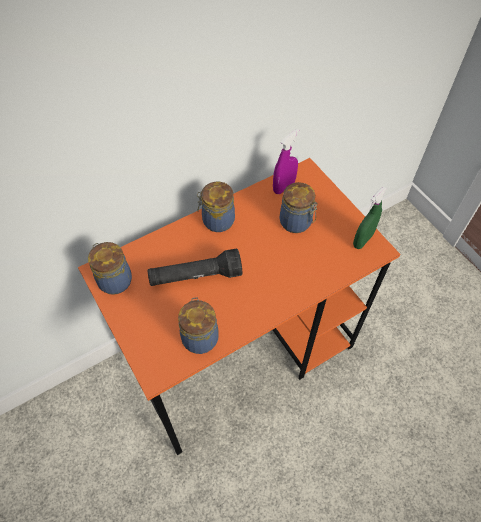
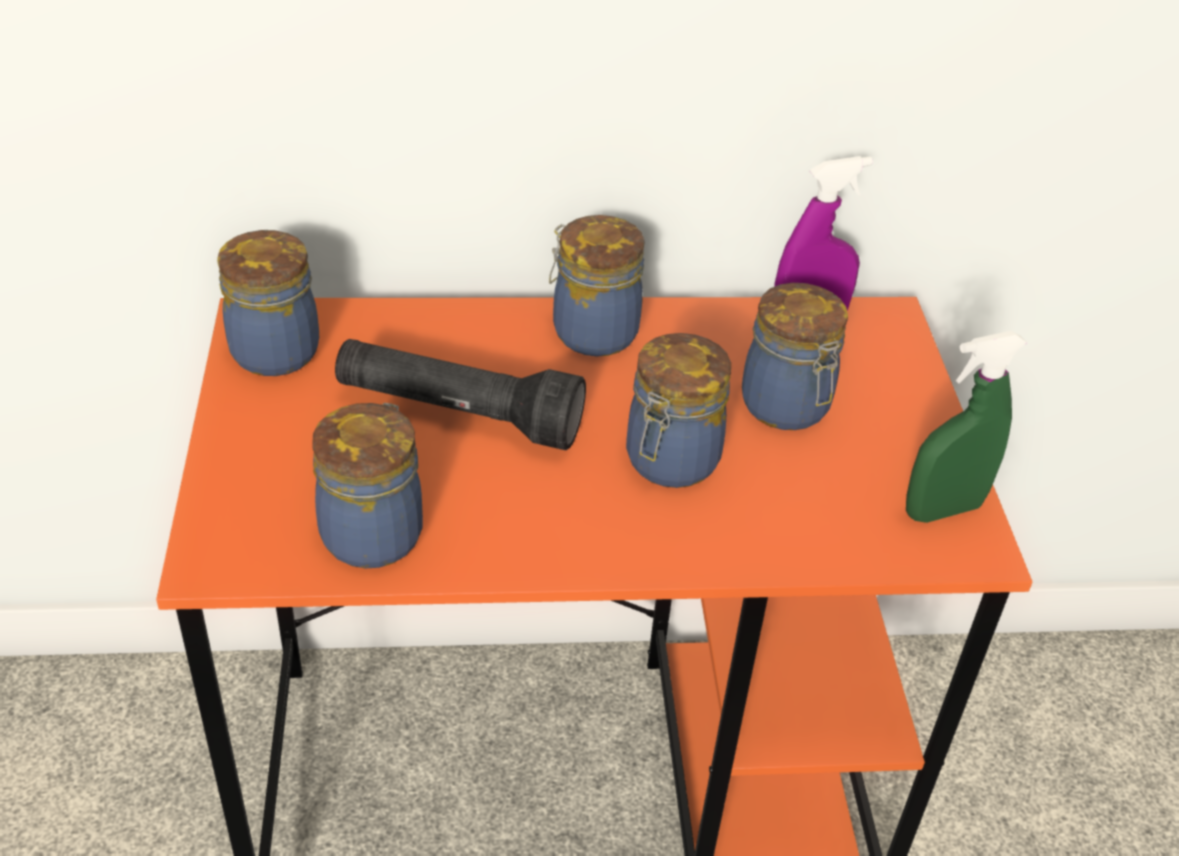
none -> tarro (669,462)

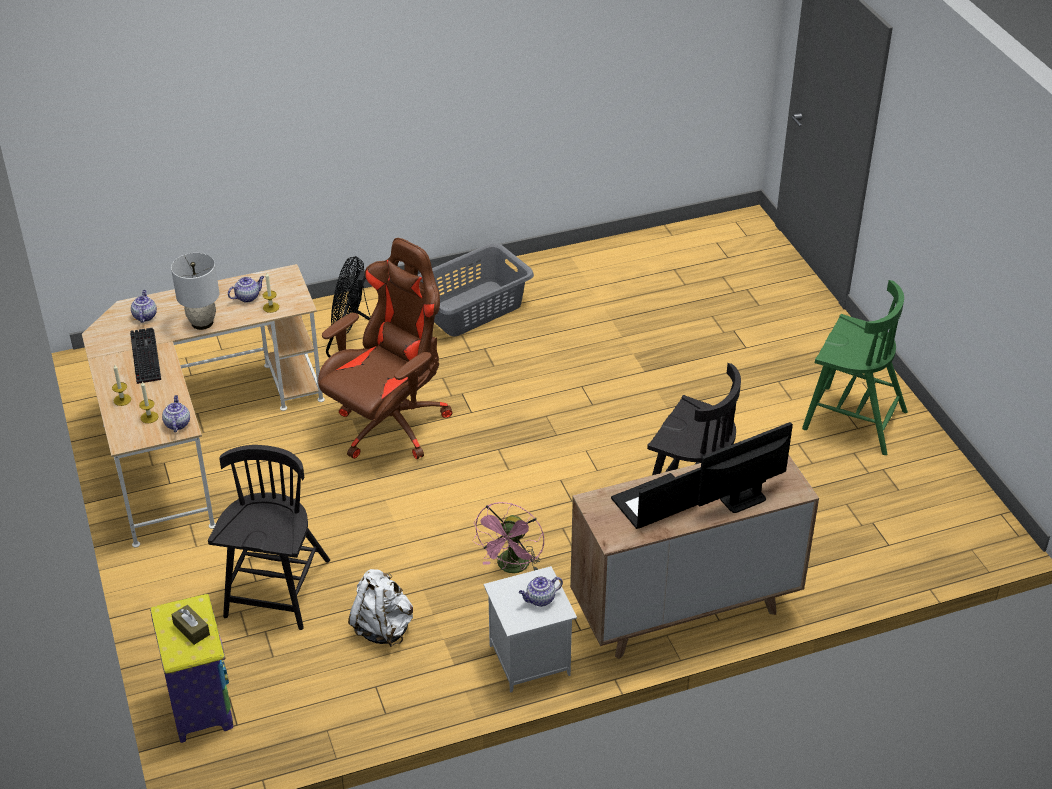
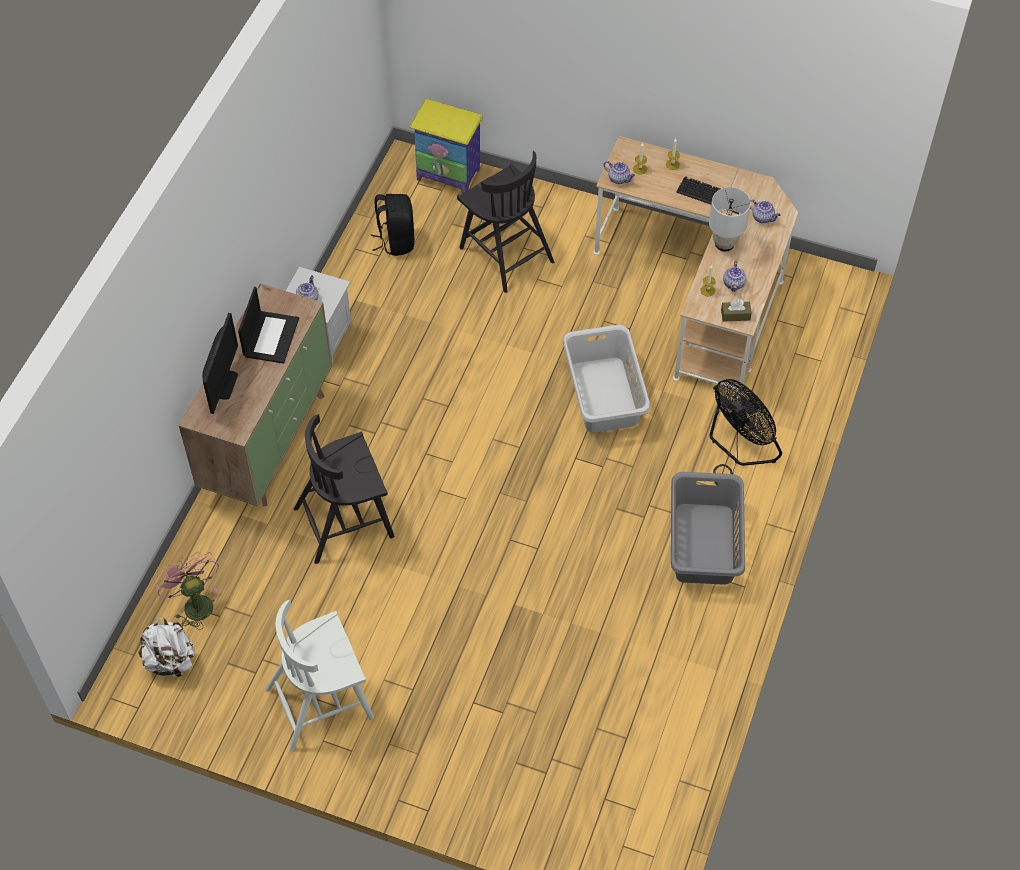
none -> mochila [negro] (396,241)
caja de pañuelos [marrón] (191,629) -> caja de pañuelos [marrón] (735,315), shifted
mochila [blanco] (383,628) -> mochila [blanco] (171,661), shifted
ventilador [rosa] (512,568) -> ventilador [rosa] (194,603), shifted
silla de oficina [marrón] (386,430) -> cesto de la ropa [gris] (603,395)
silla [verde] (852,419) -> silla [blanco] (322,702)

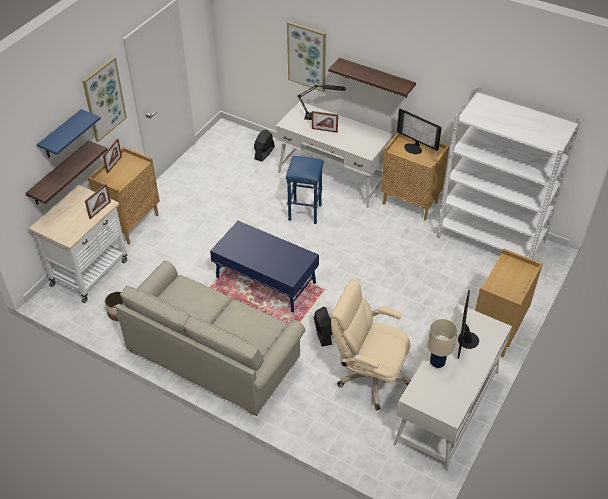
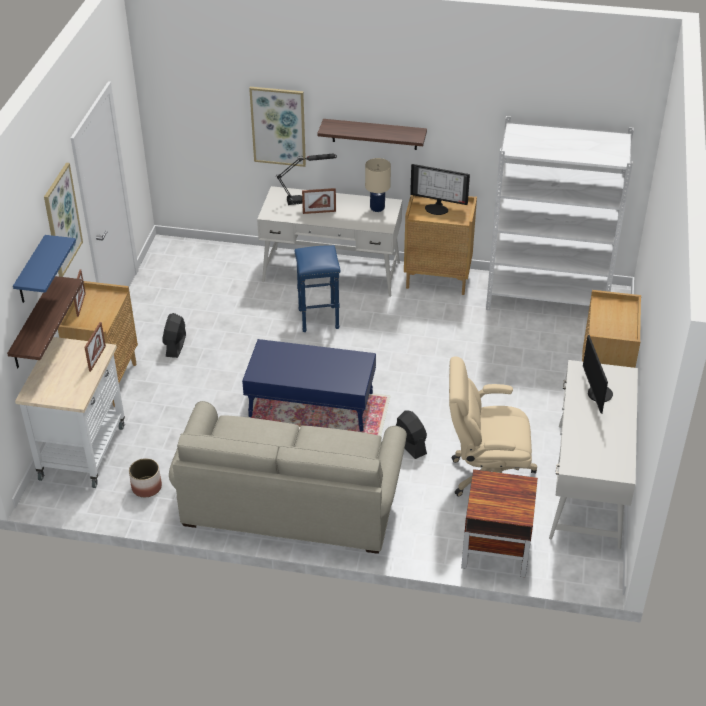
none -> mesita de noche (496,547)
ventilador [negro] (264,153) -> ventilador [negro] (175,345), shifted
lámpara de mesa [beis] (437,363) -> lámpara de mesa [beis] (377,209), shifted

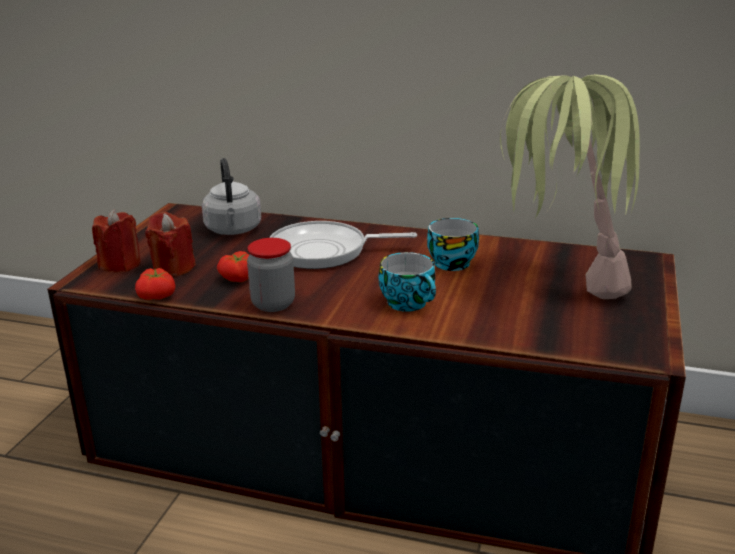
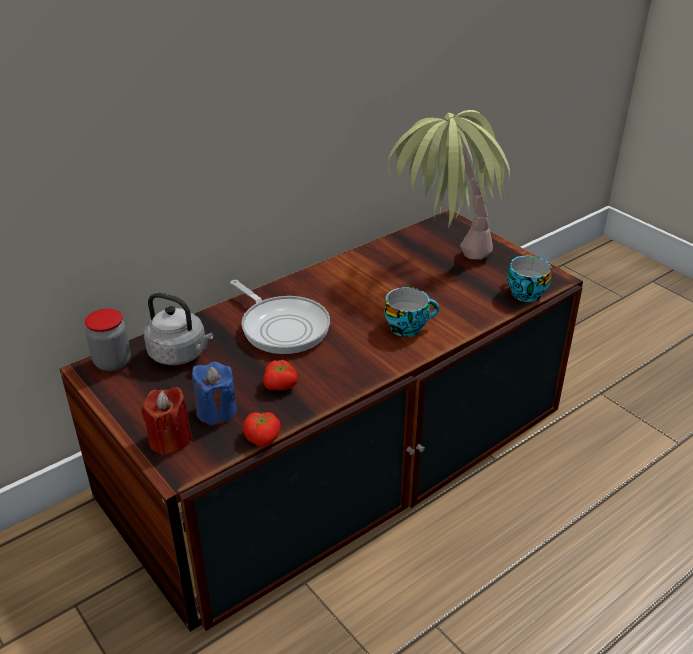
tarro (273,304) -> tarro (112,362), shifted
taza (452,262) -> taza (524,293), shifted
vela [rojo] (173,268) -> vela [azul] (216,412)
sartén (324,251) -> sartén (282,327), 75 degrees counterclockwise

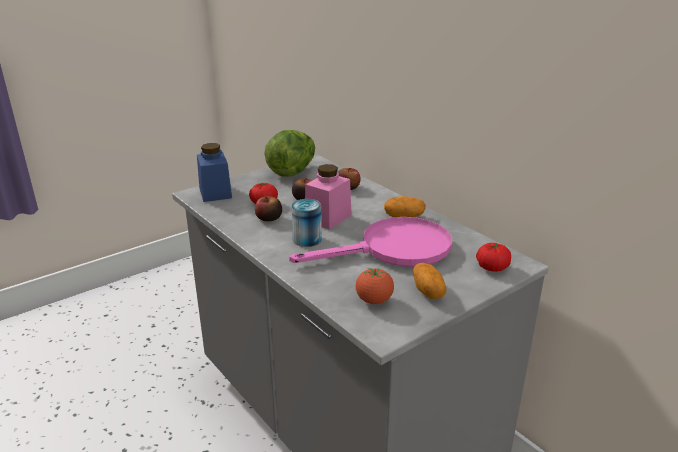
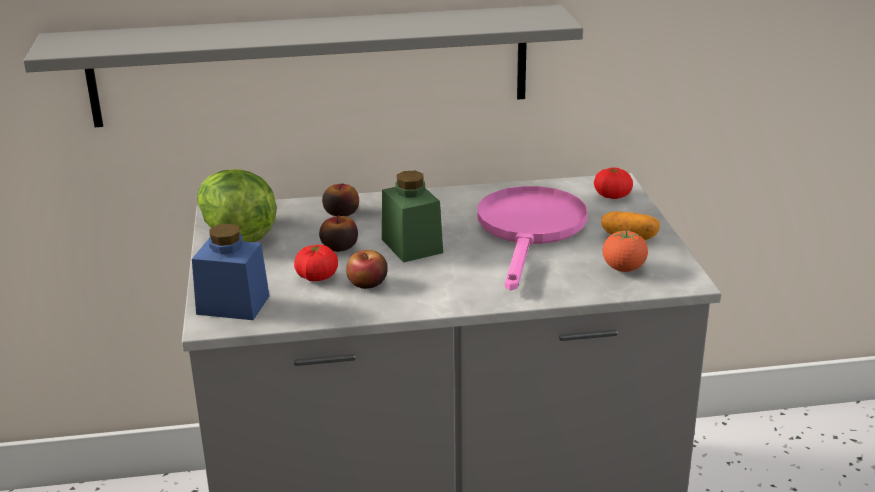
lata (307,239) -> none
patata (404,216) -> none
none -> estante [gris] (311,66)
tarro [rosa] (328,218) -> tarro [verde] (412,246)

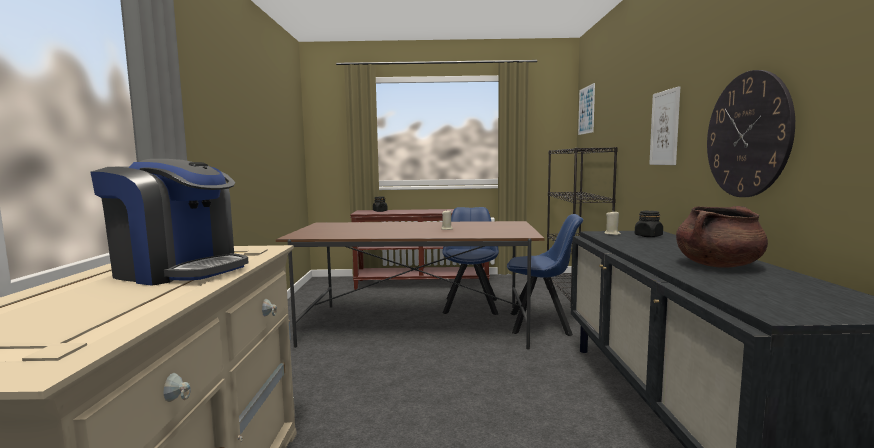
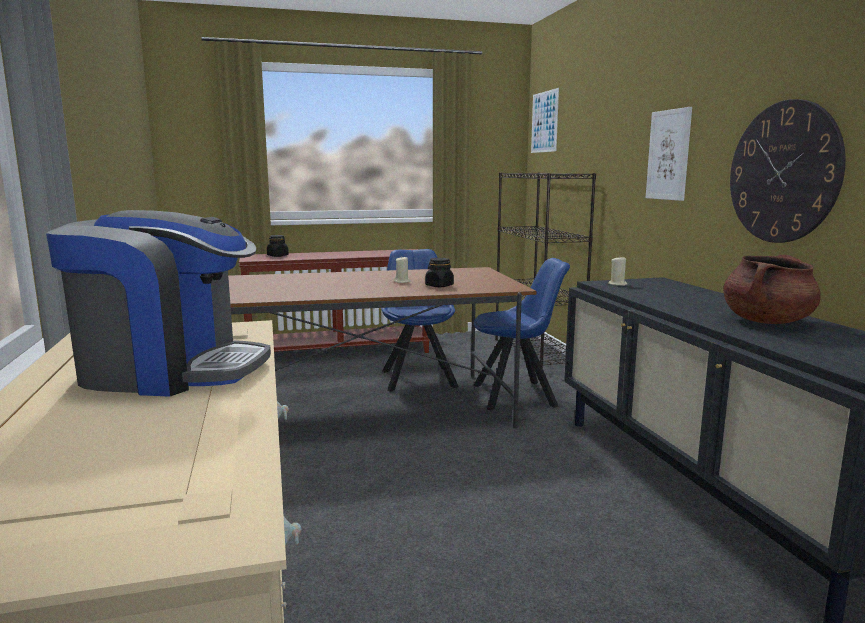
tarro [negro] (648,236) -> tarro [negro] (439,286), shifted

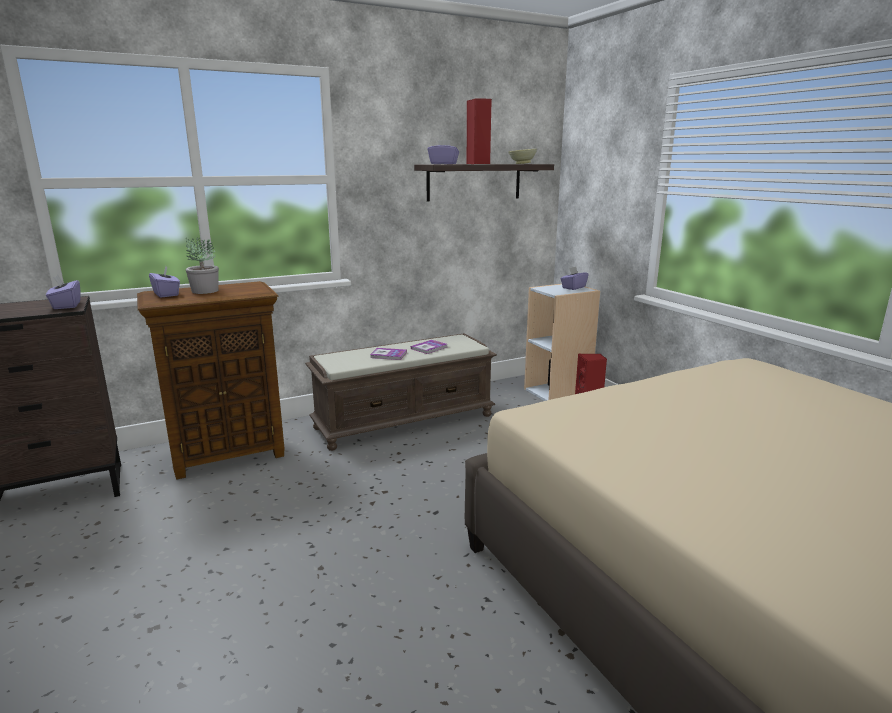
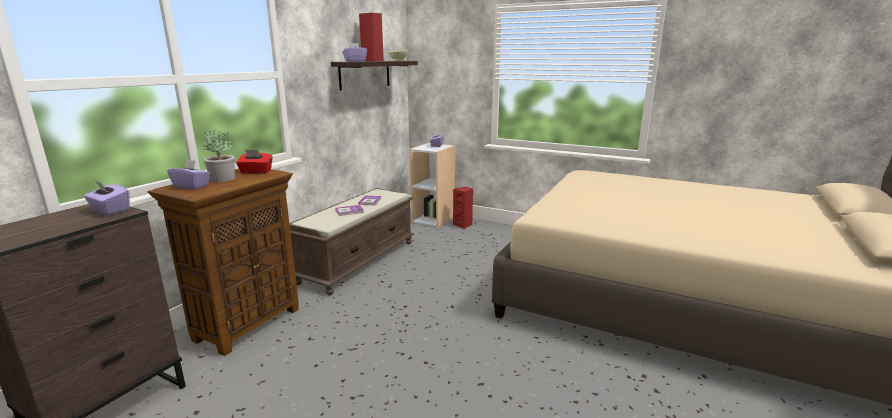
none -> caja de pañuelos [rojo] (256,172)

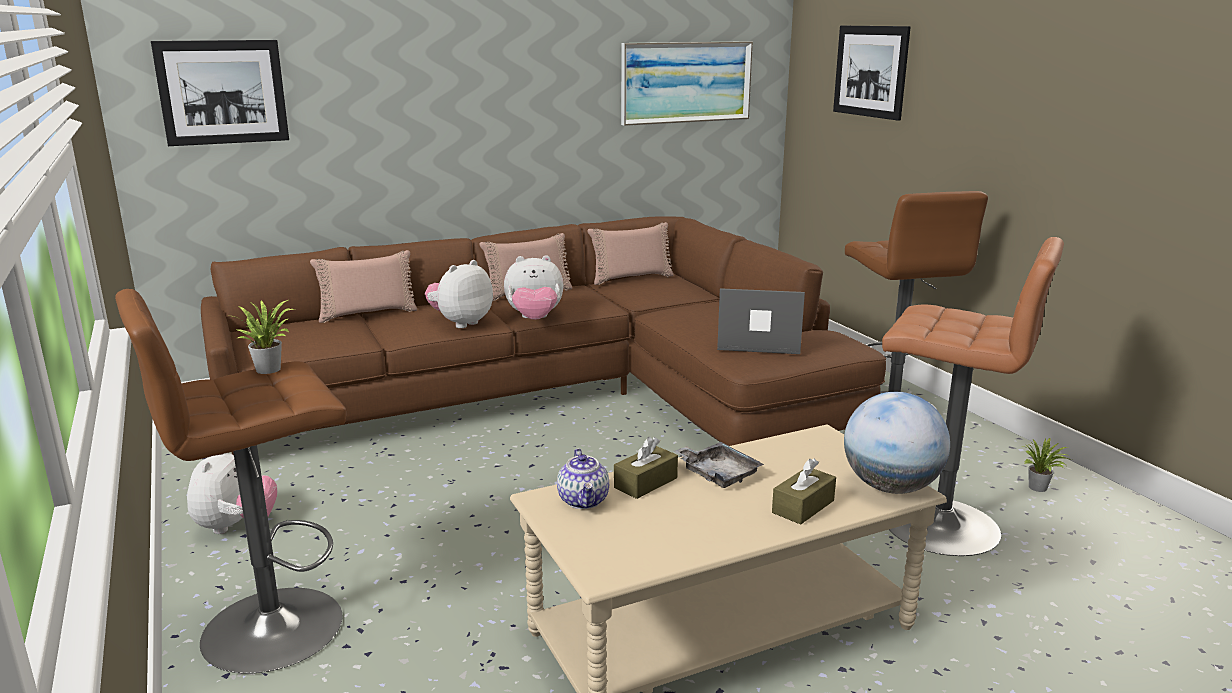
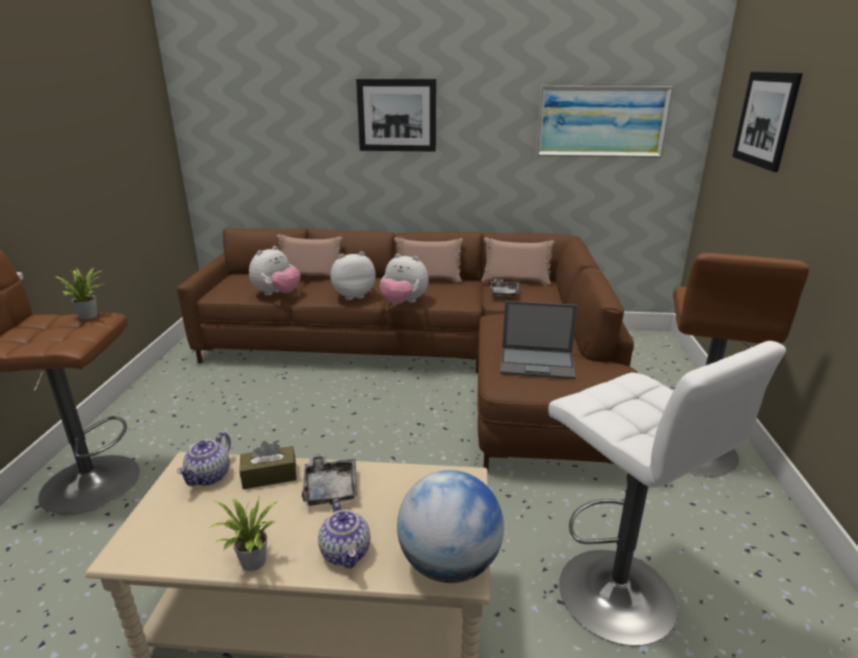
none -> bandeja [gris] (504,293)
cuadro (222,92) -> cuadro (397,115), shifted
peluche (236,526) -> peluche (277,294), shifted
planta en maceta (1039,489) -> planta en maceta (252,564), shifted
caja de pañuelos [marrón] (803,506) -> tetera (346,552)
taburete [marrón] (942,527) -> taburete [blanco] (616,596)
portátil (757,342) -> portátil (538,363), 150 degrees clockwise

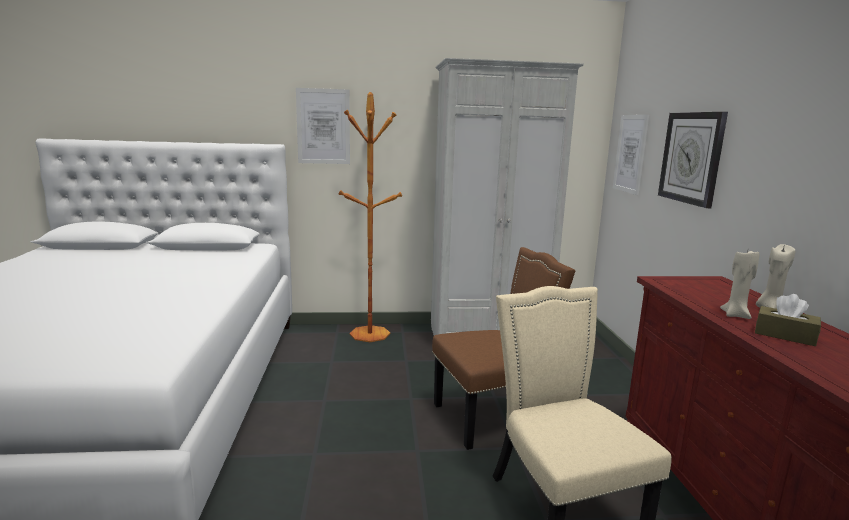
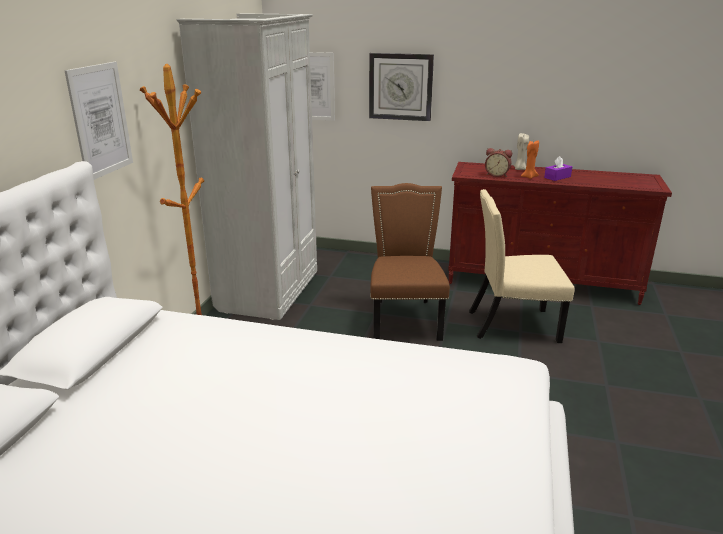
none -> despertador (497,175)
vela [beis] (736,315) -> vela [naranja] (528,177)
caja de pañuelos [marrón] (784,335) -> caja de pañuelos [morado] (557,177)

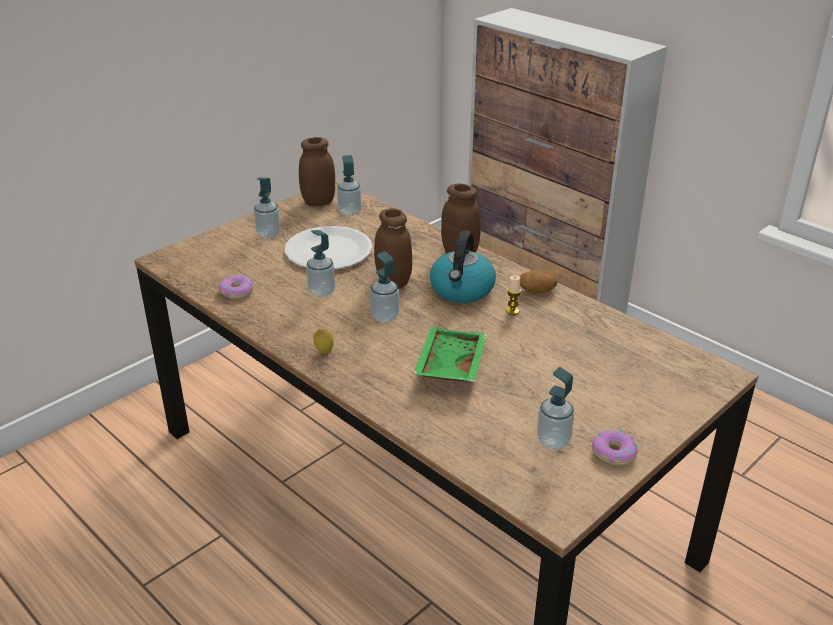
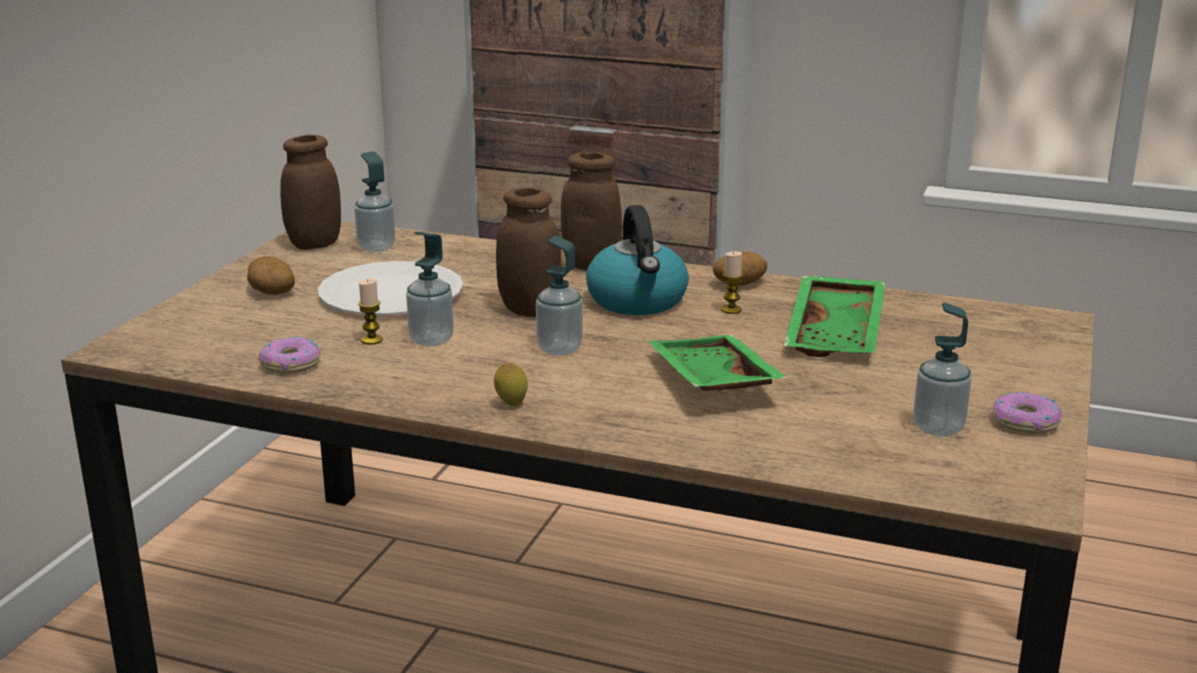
none -> vela (372,340)
none -> bandeja [verde] (838,333)
dispensador de jabón (268,234) -> patata (271,291)

